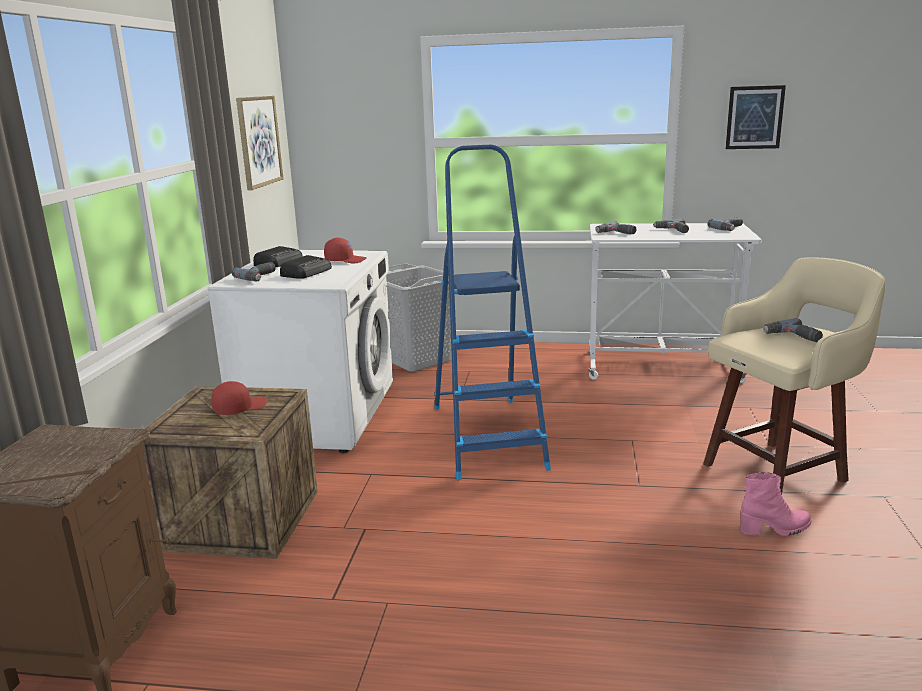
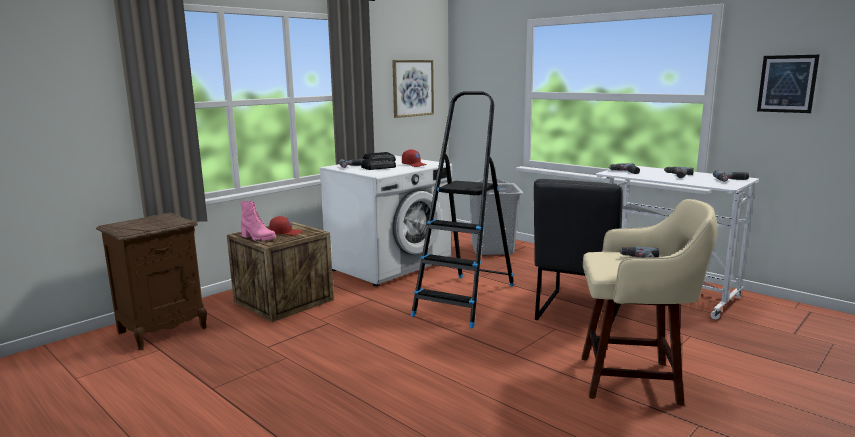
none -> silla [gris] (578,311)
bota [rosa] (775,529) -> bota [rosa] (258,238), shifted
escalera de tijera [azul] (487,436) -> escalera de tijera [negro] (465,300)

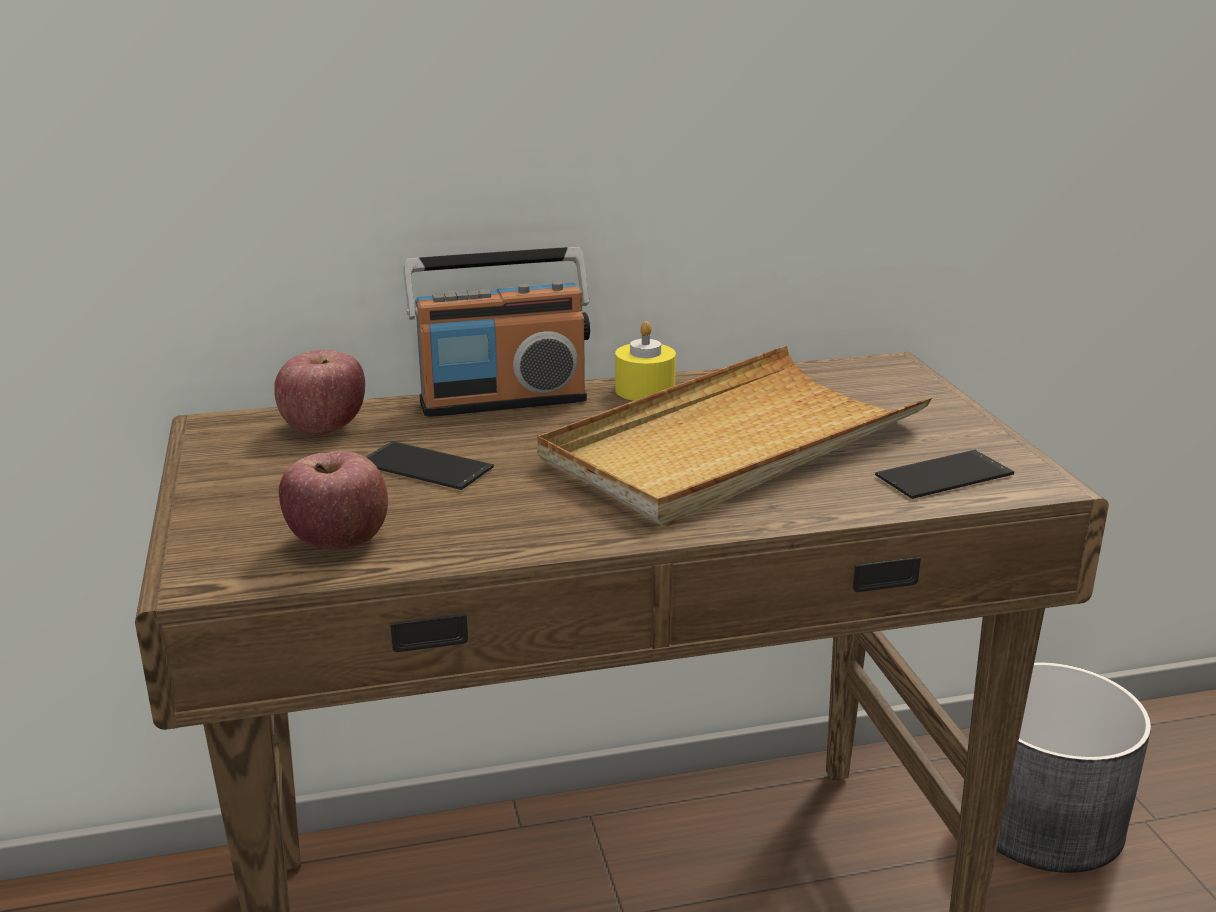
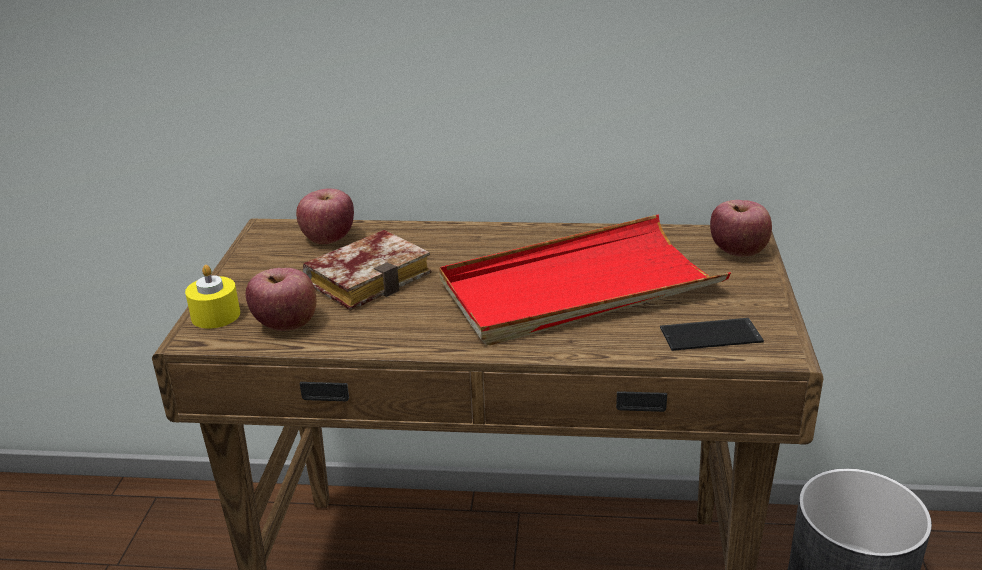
radio (502,401) -> none
none -> manzana (738,252)
vela [amarillo] (645,390) -> vela [amarillo] (215,315), shifted
móvil (425,466) -> libro (370,277)
bandeja [beis] (732,445) -> bandeja [rojo] (578,288)

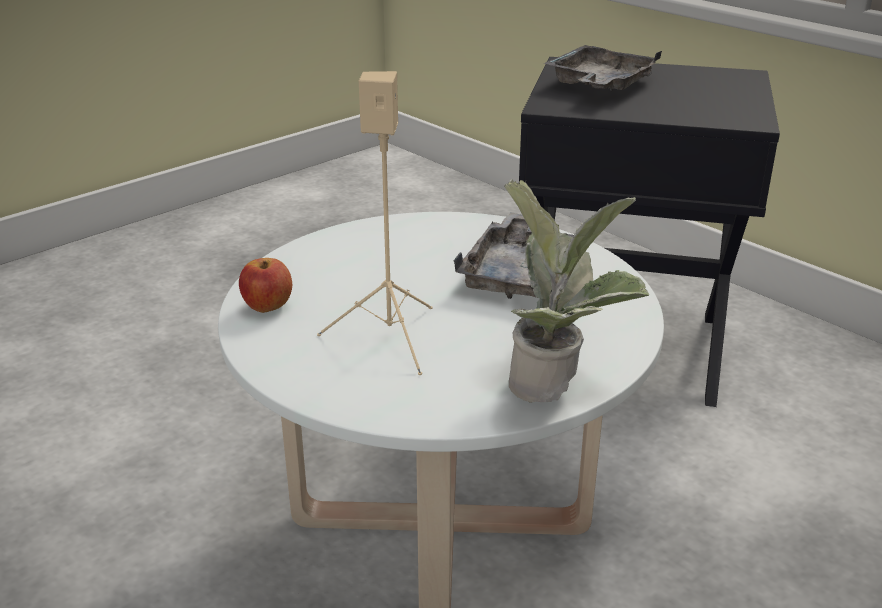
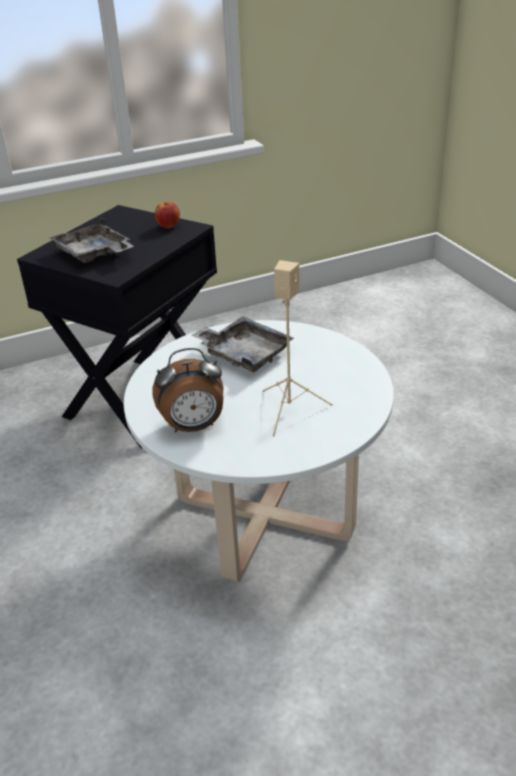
planta en maceta (558,385) -> none
none -> despertador (193,427)
manzana (267,307) -> manzana (169,226), shifted

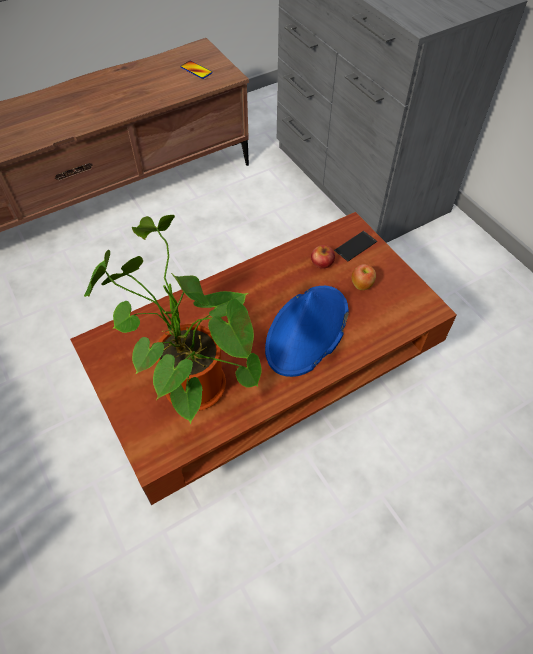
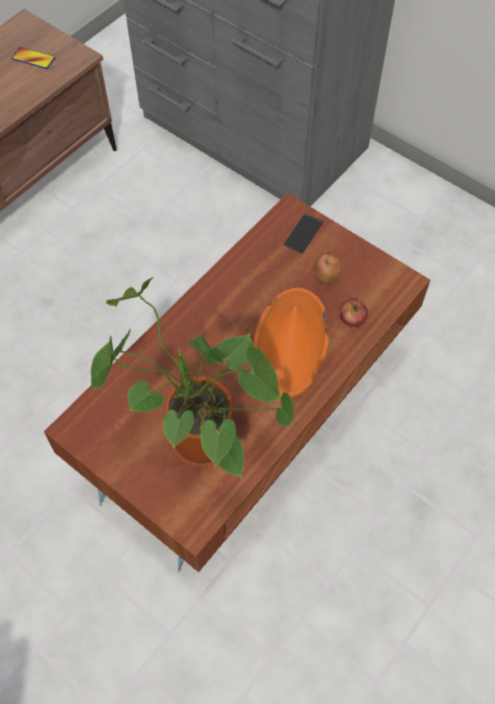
manzana (322,262) -> manzana (352,318), shifted
sombrero [azul] (307,331) -> sombrero [naranja] (291,343)

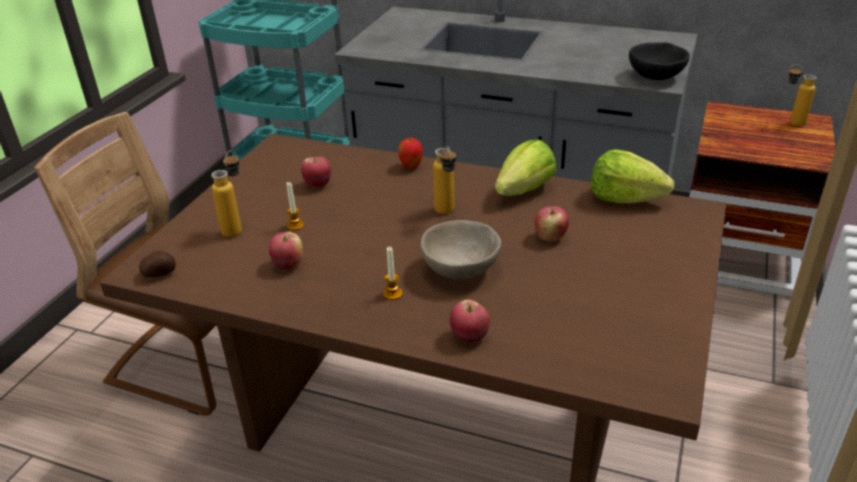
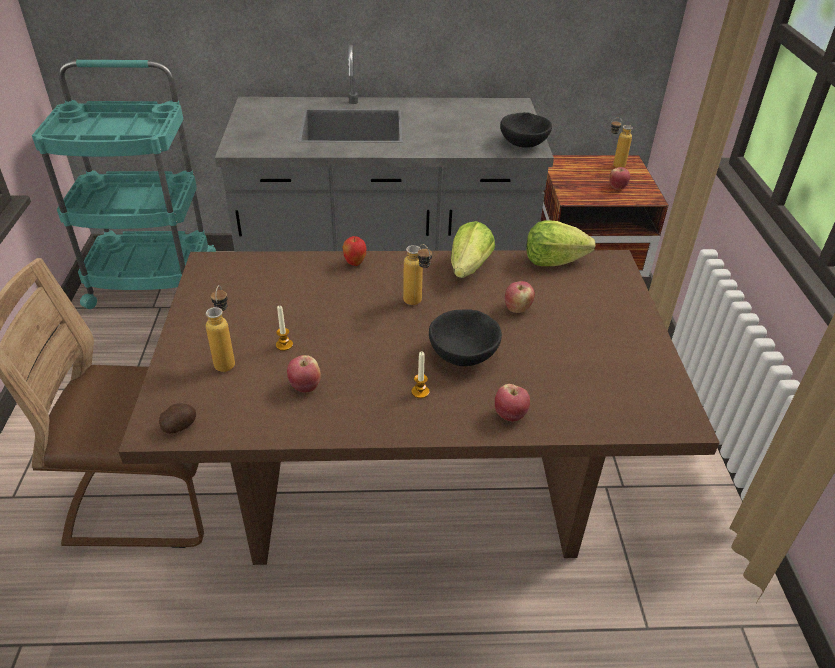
manzana (318,185) -> manzana (617,187), shifted
cuenco [beis] (460,270) -> cuenco [negro] (463,355)

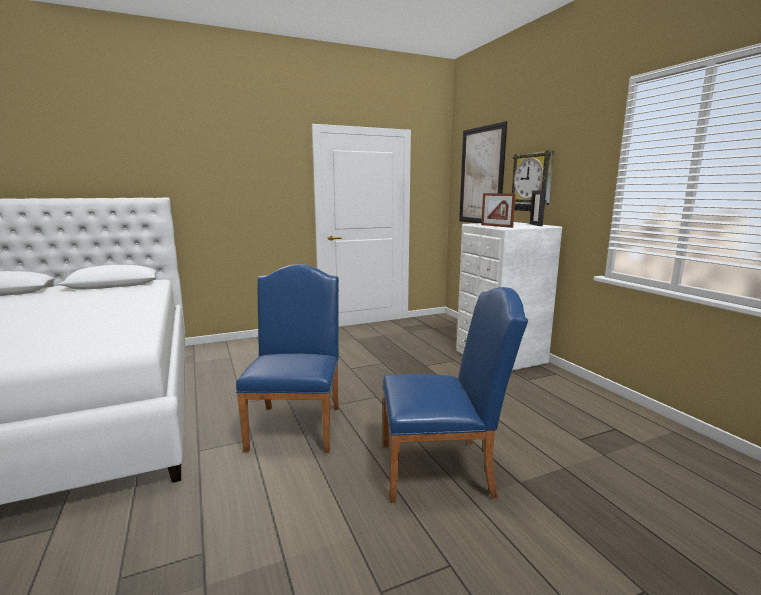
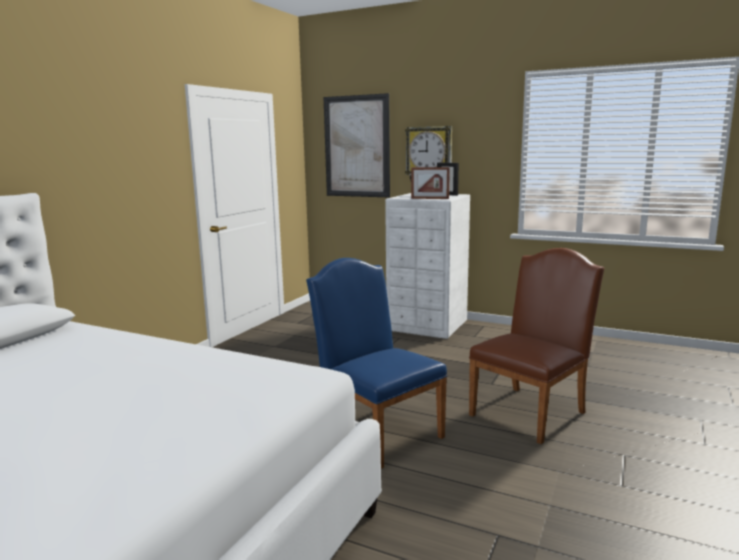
silla [azul] (444,469) -> silla [marrón] (532,411)

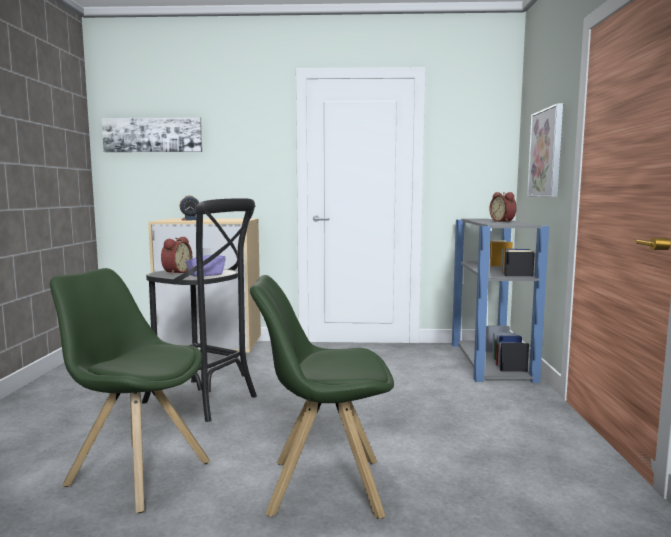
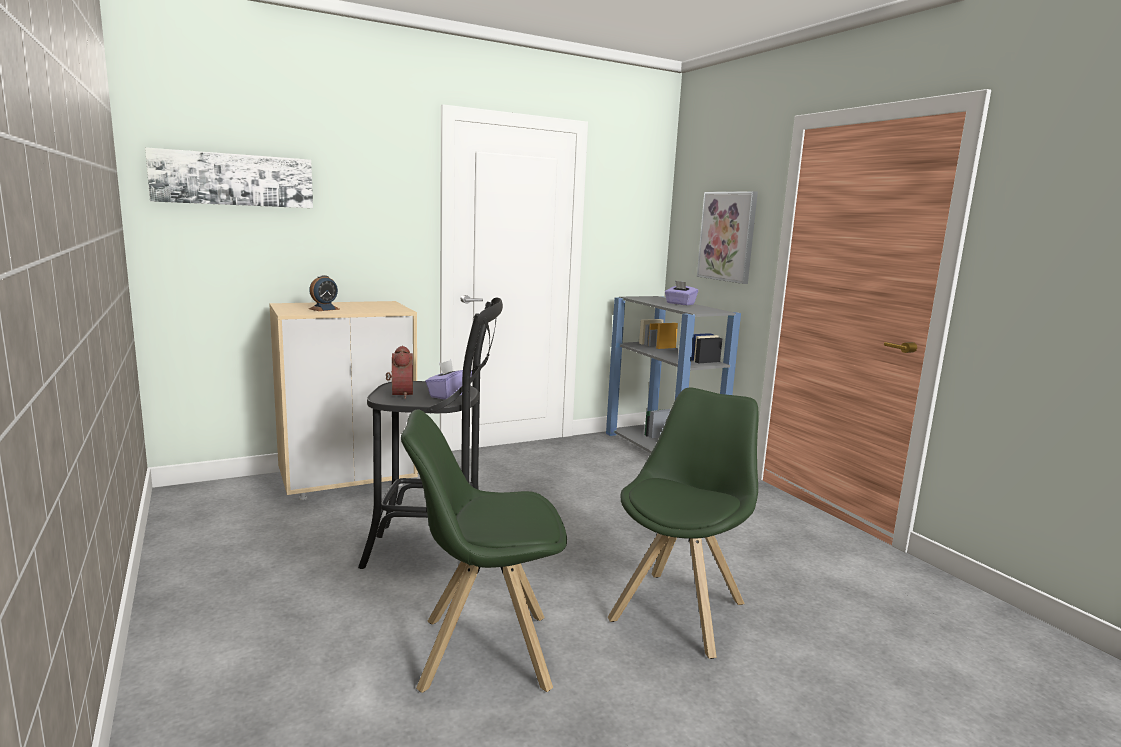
despertador (503,221) -> caja de pañuelos [morado] (680,304)
silla [verde] (324,487) -> silla [verde] (679,611), 150 degrees clockwise

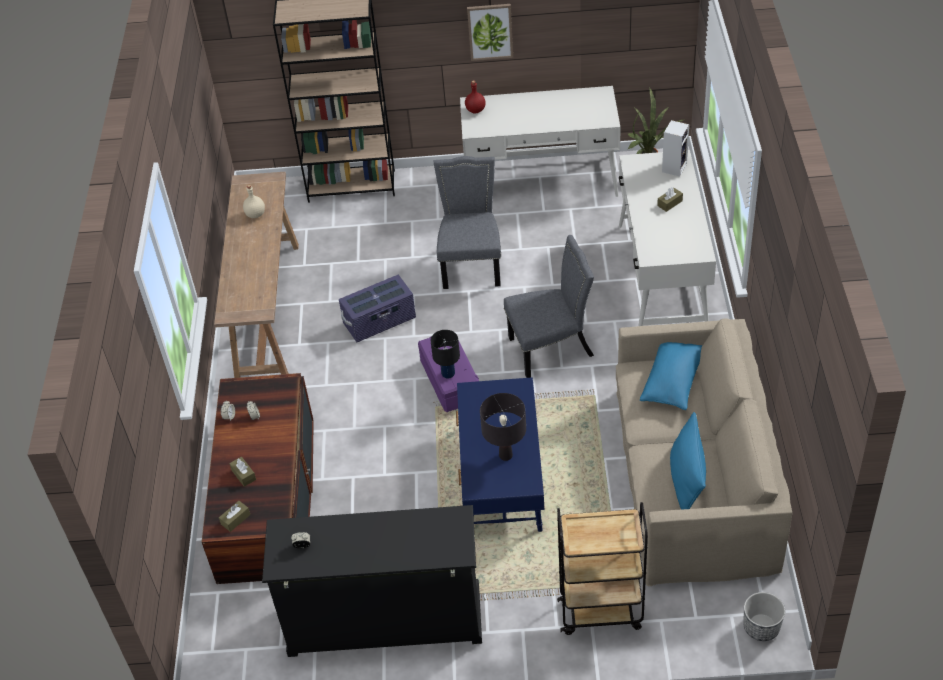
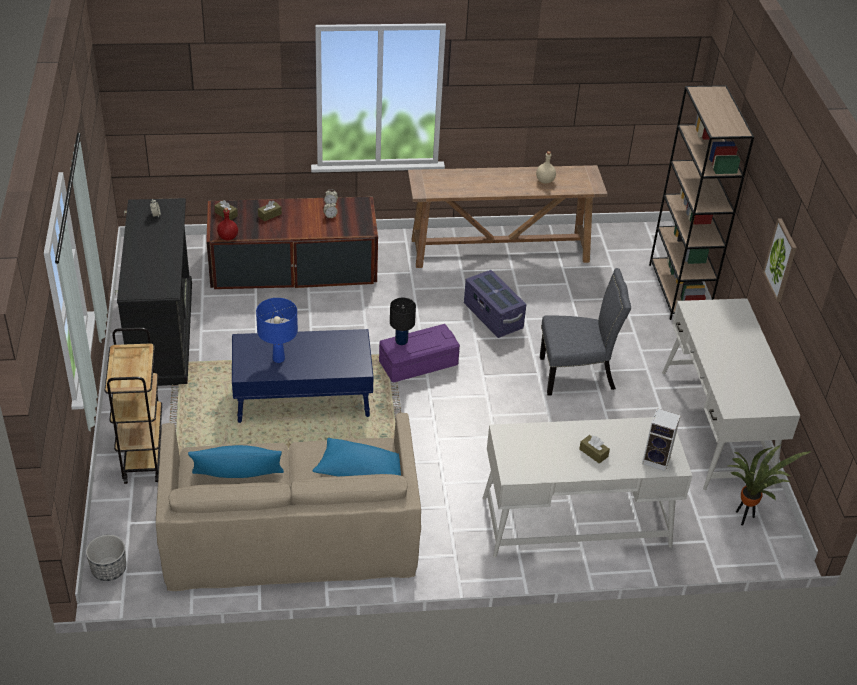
silla [gris] (549,349) -> none
botella [rojo] (475,110) -> botella [rojo] (228,237), shifted
lámpara de mesa [negro] (505,455) -> lámpara de mesa [azul] (278,359)

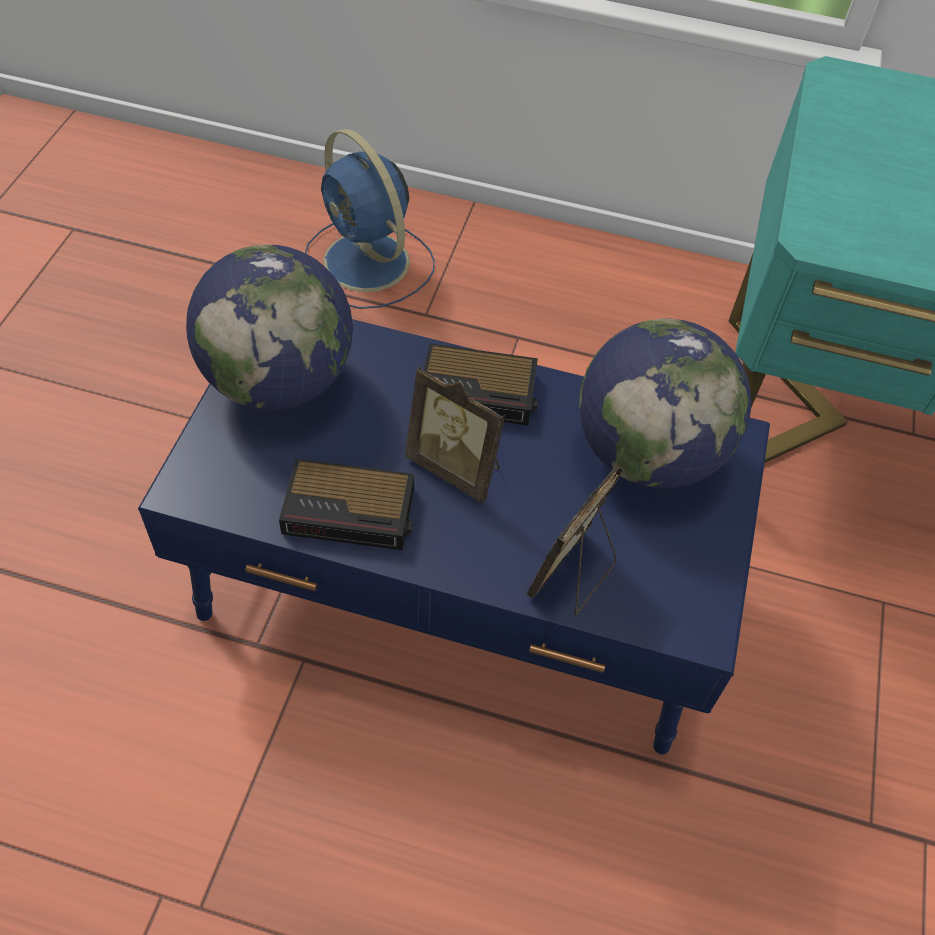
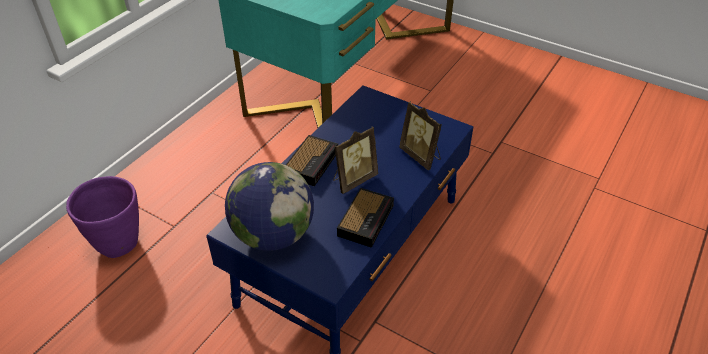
globo terráqueo (647,453) -> none
ventilador [azul] (369,264) -> maceta [morado] (119,244)

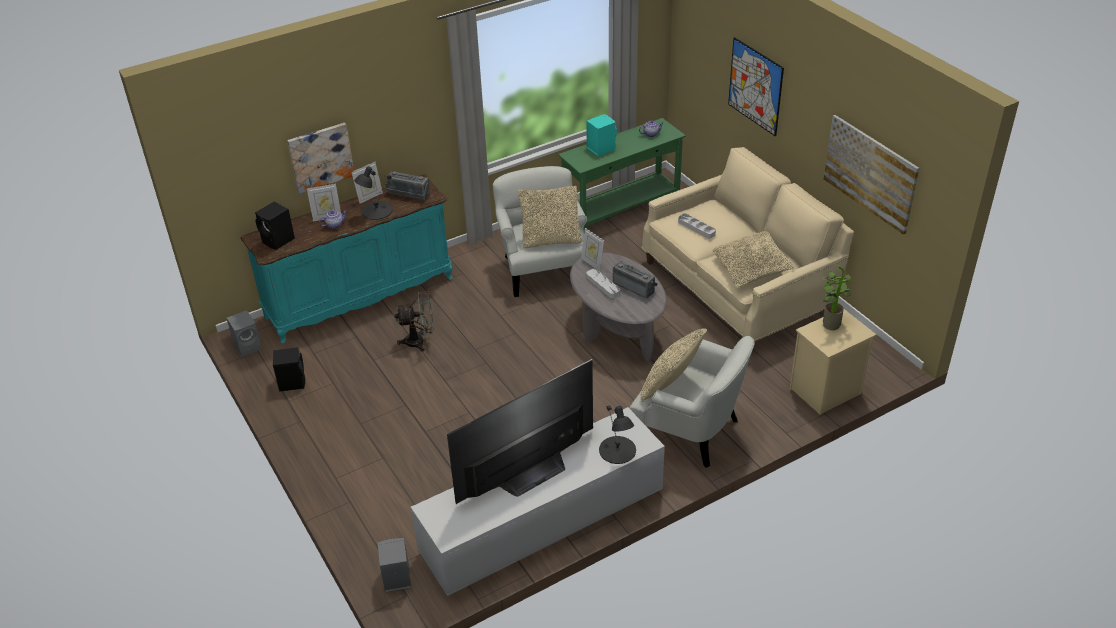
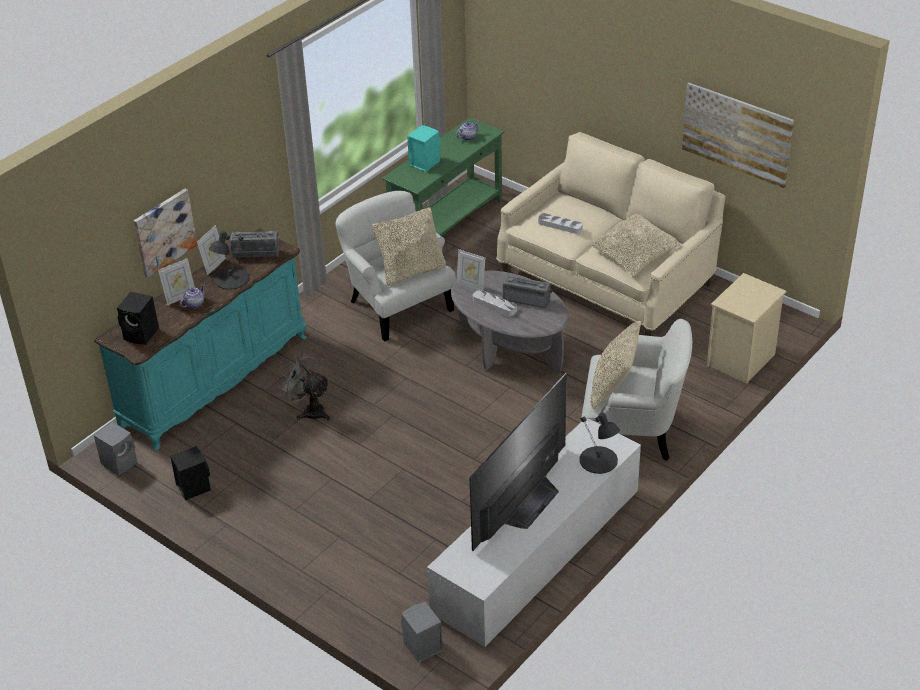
cuadro (755,86) -> none
planta en maceta (830,323) -> none
ventilador [gris] (420,341) -> ventilador [gris] (309,411), 120 degrees counterclockwise

